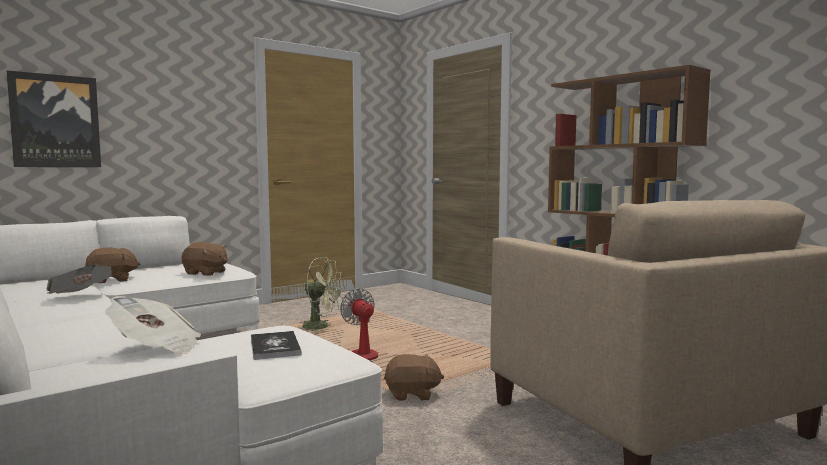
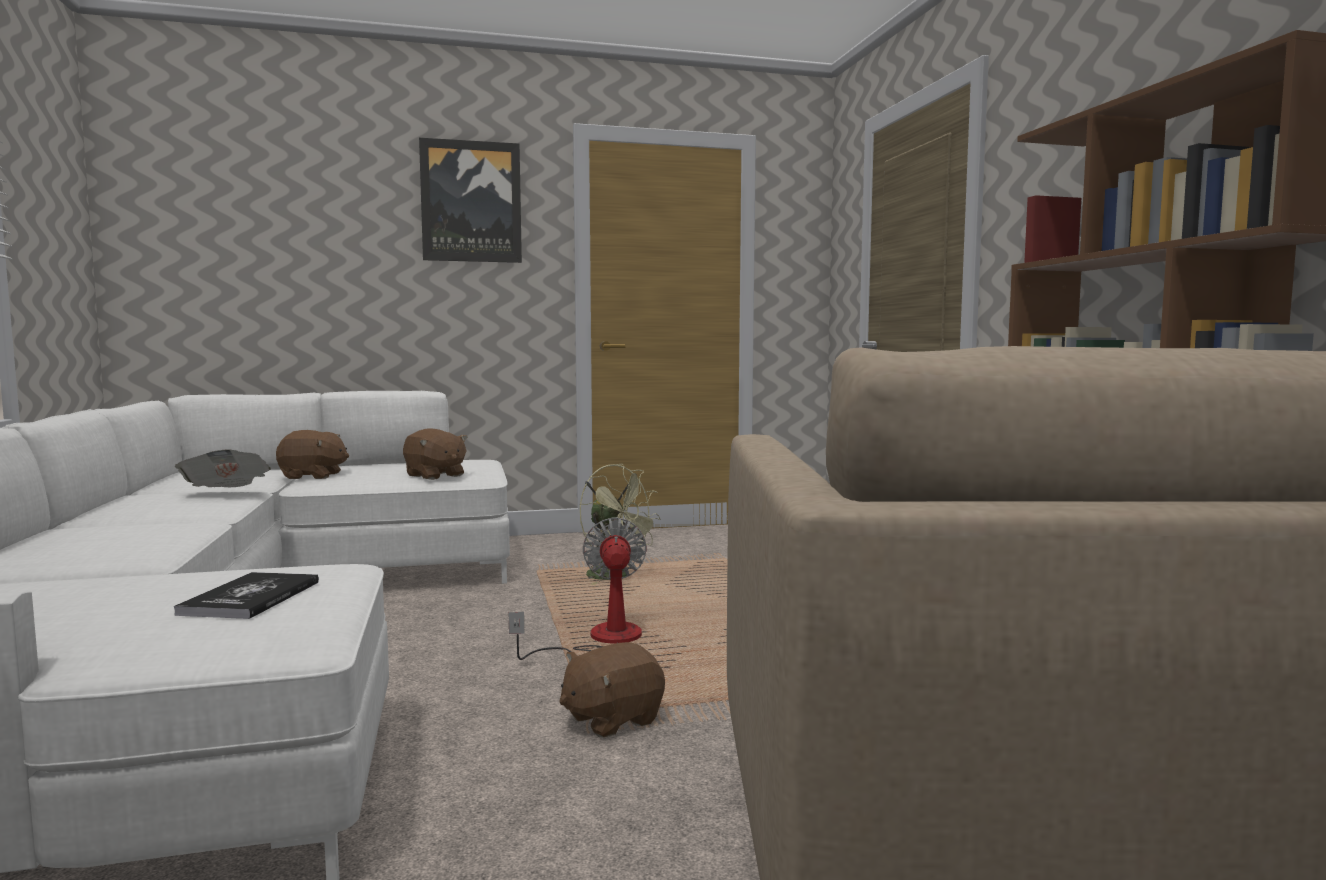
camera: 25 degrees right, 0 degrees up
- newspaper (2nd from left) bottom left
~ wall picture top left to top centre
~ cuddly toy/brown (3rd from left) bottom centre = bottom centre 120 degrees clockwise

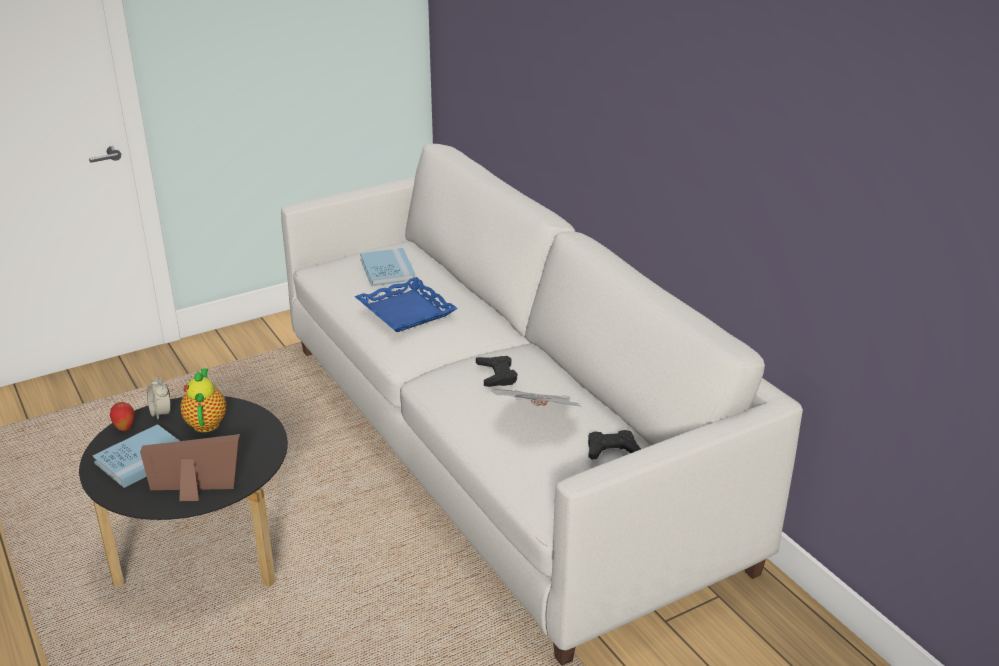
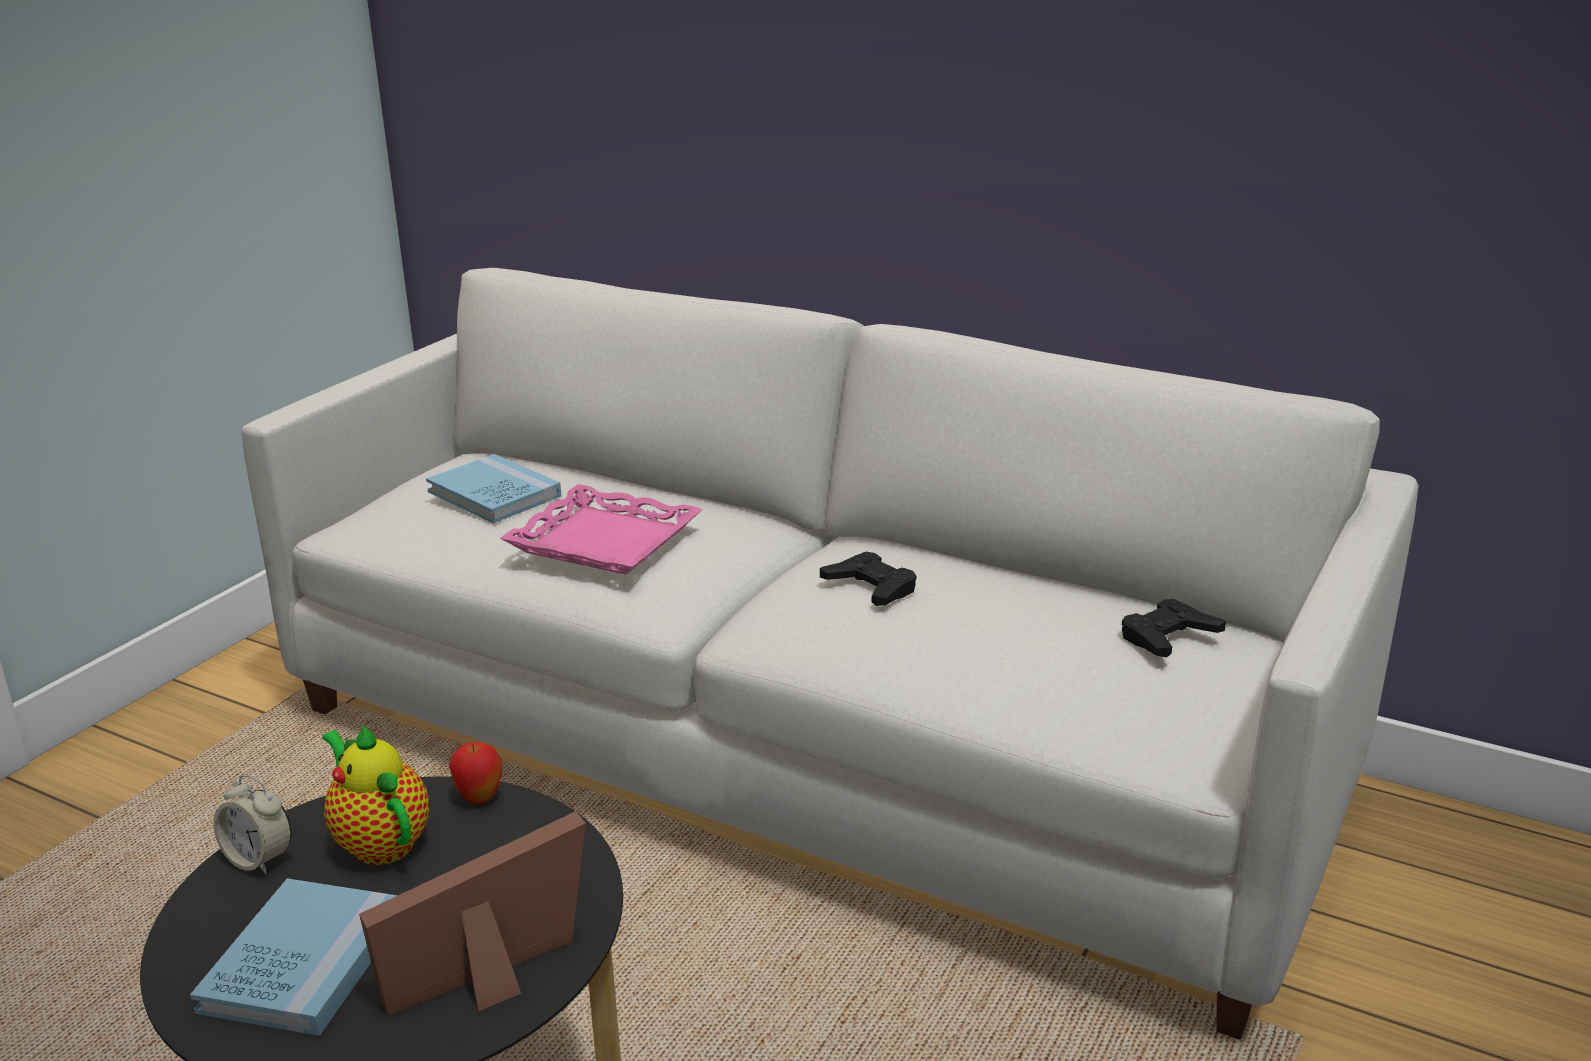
camera: 30 degrees left, 5 degrees down
- newspaper centre
~ apple fruit middle left to bottom left
~ serving tray/blue-coloured centre to serving tray/pink centre

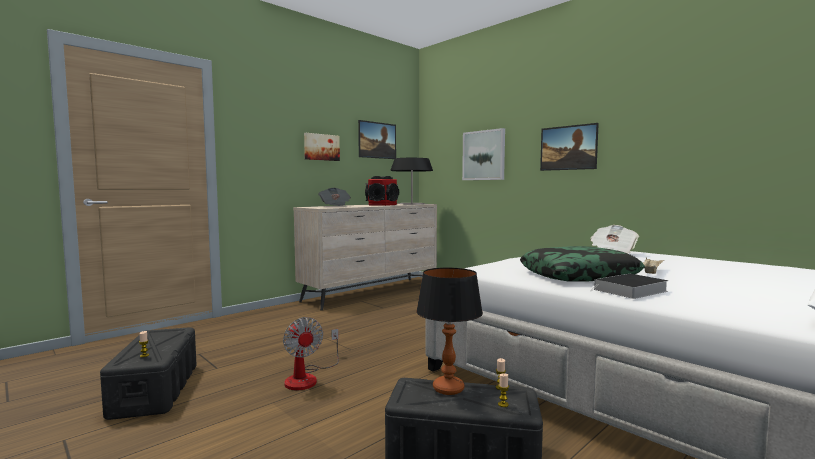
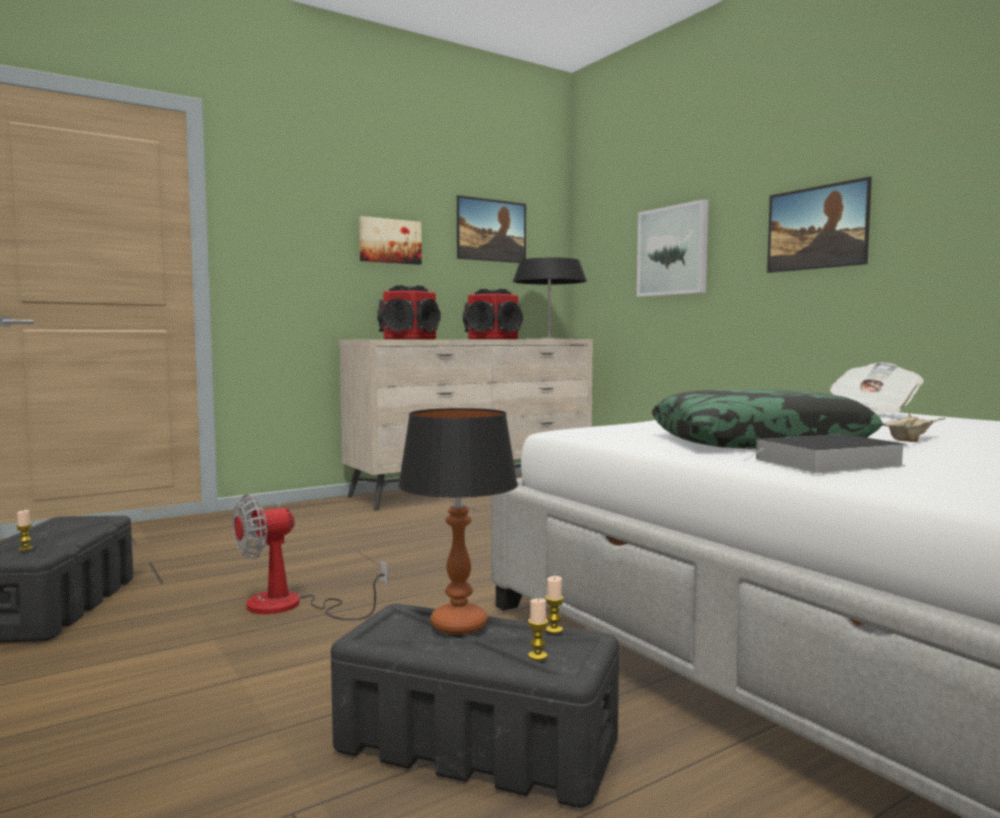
camera: 10 degrees right, 0 degrees up
~ newspaper (1st from left) centre to speaker (1st from left) centre
~ electric fan bottom centre = bottom left 75 degrees clockwise

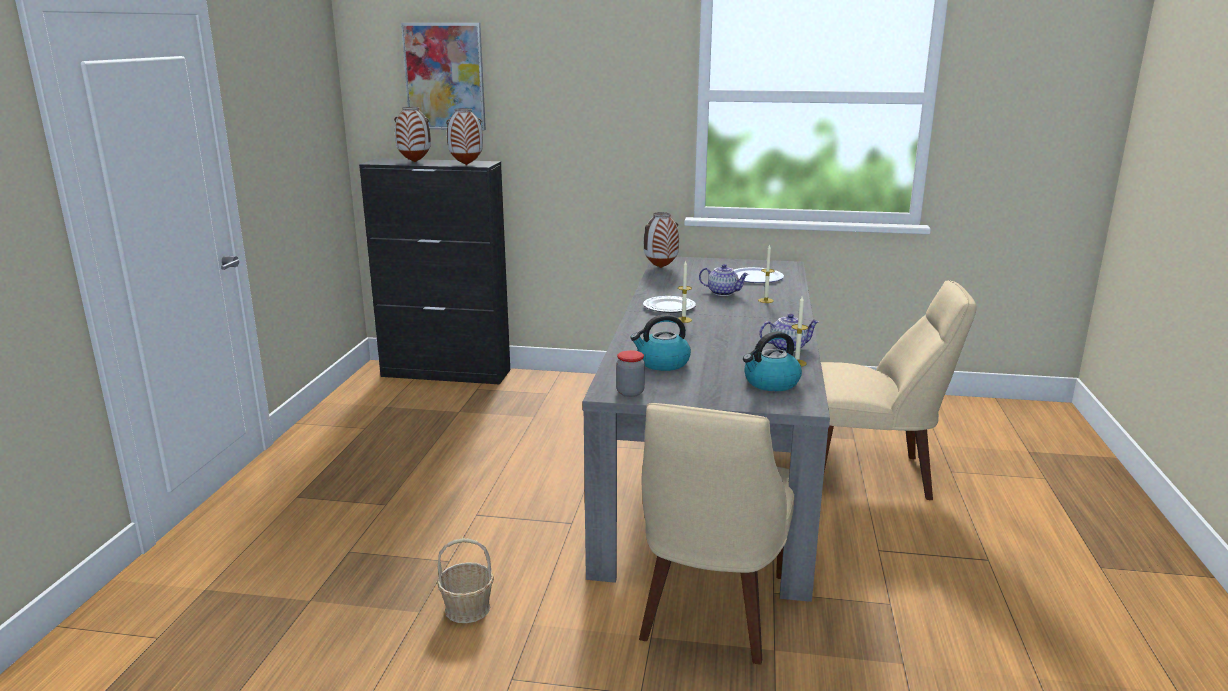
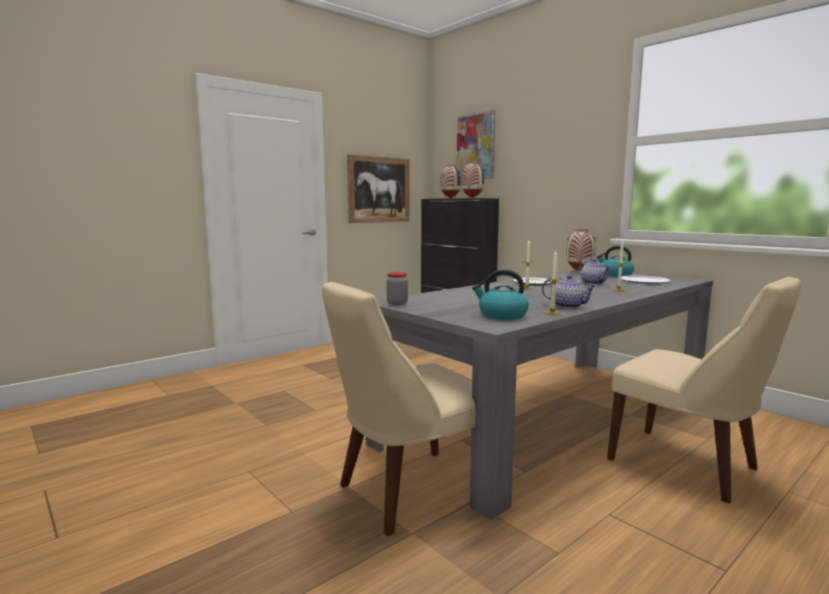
camera: 40 degrees right, 10 degrees down
- storage basket bottom centre
+ wall picture (1st from left) top centre
~ water kettle (1st from left in the first image) centre to water kettle (2nd from left) middle right

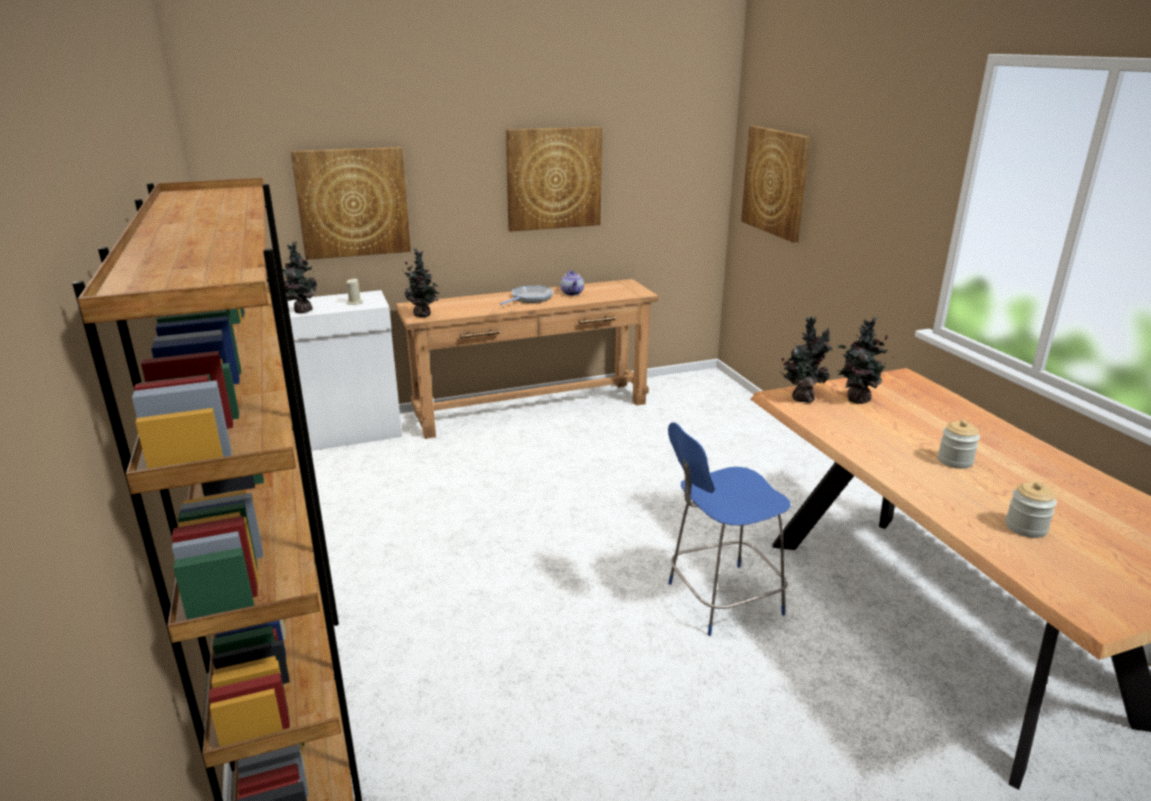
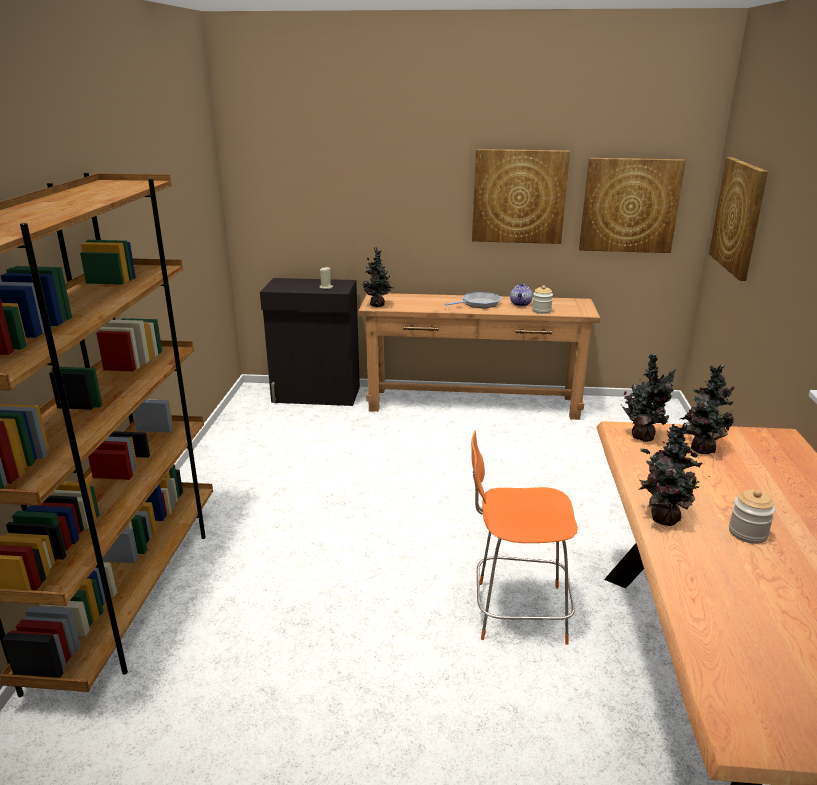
camera: 25 degrees right, 0 degrees up
~ plant in a pot (1st from left in the first image) middle left to plant in a pot (3rd from left) middle right
~ wall picture (1st from left in the first image) top left to wall picture (2nd from left) top right
~ storage jar (2nd from left in the first image) middle right to storage jar (1st from left) centre
~ cabinet/white middle left to cabinet/blackish centre
~ chair/blue-coloured centre to chair/orange bottom centre

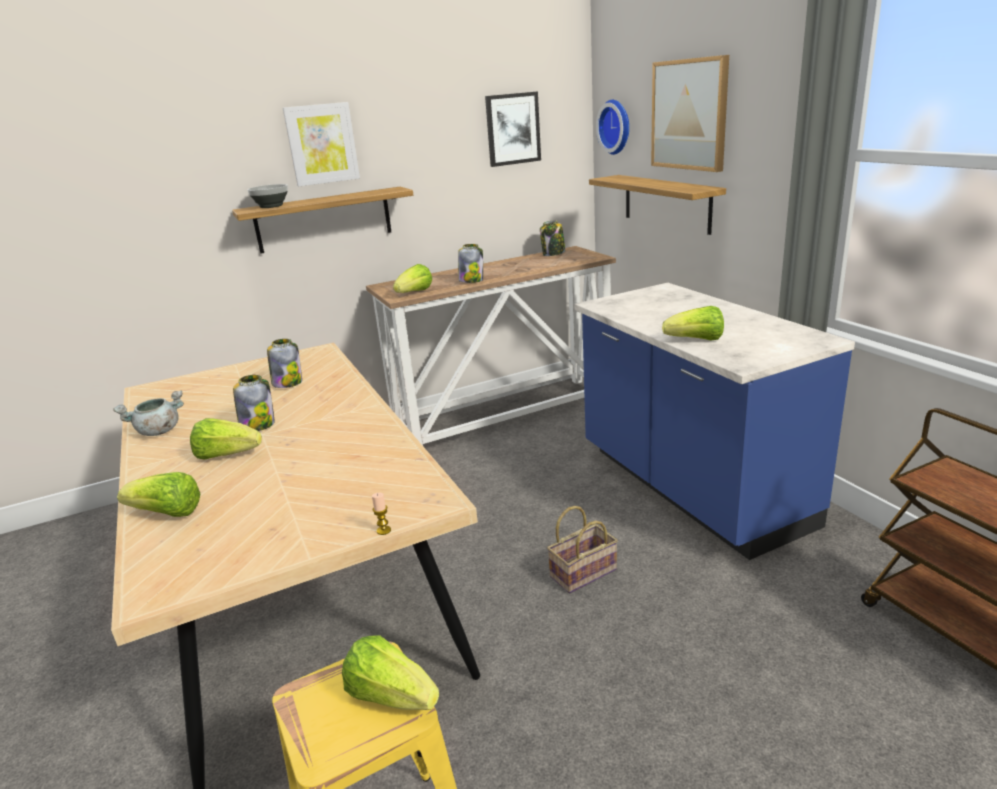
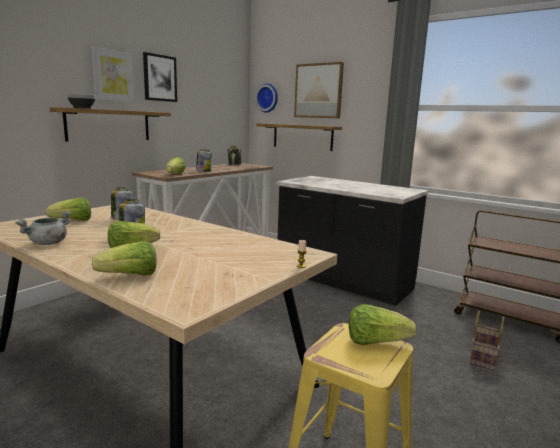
camera: 30 degrees left, 10 degrees down
~ wall picture (2nd from left) top centre to top left
~ storage basket bottom centre to bottom right
~ lettuce (5th from left in the first image) middle right to lettuce (1st from left) middle left
~ kitchen base unit/blue-coloured middle right to kitchen base unit/blackish centre

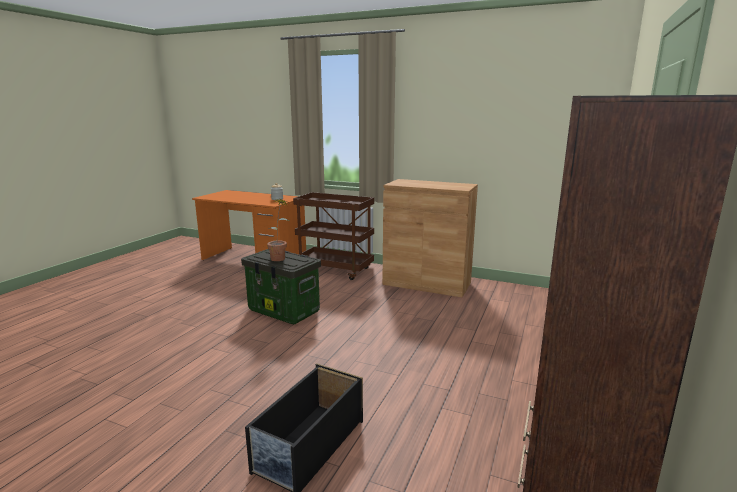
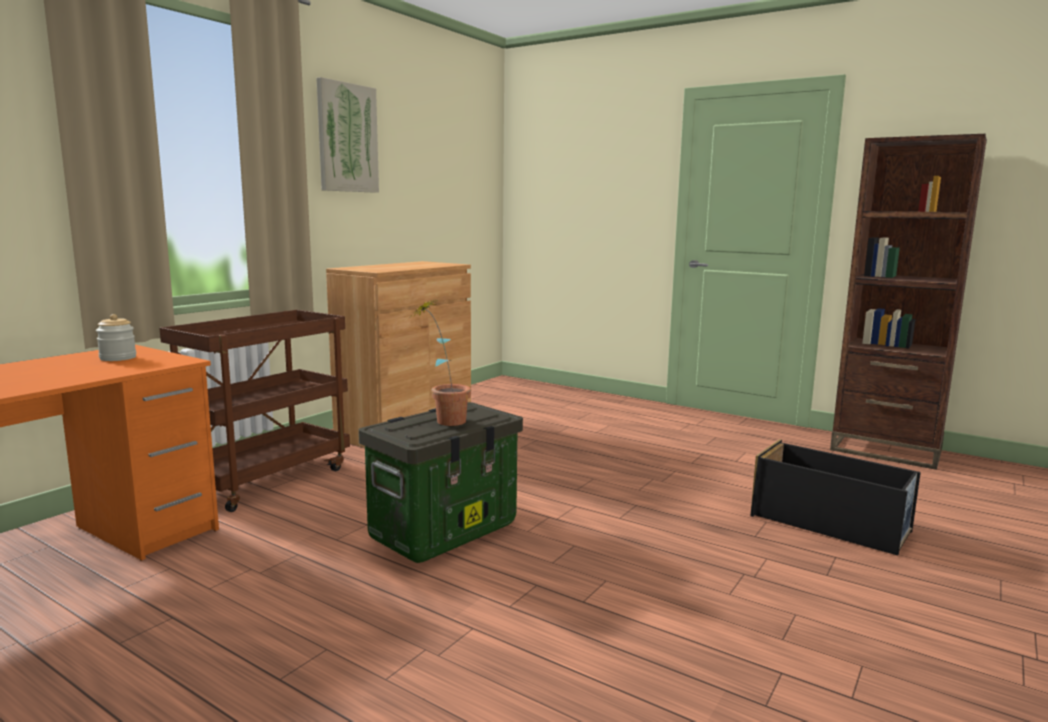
camera: 80 degrees left, 5 degrees down
+ wall picture top left

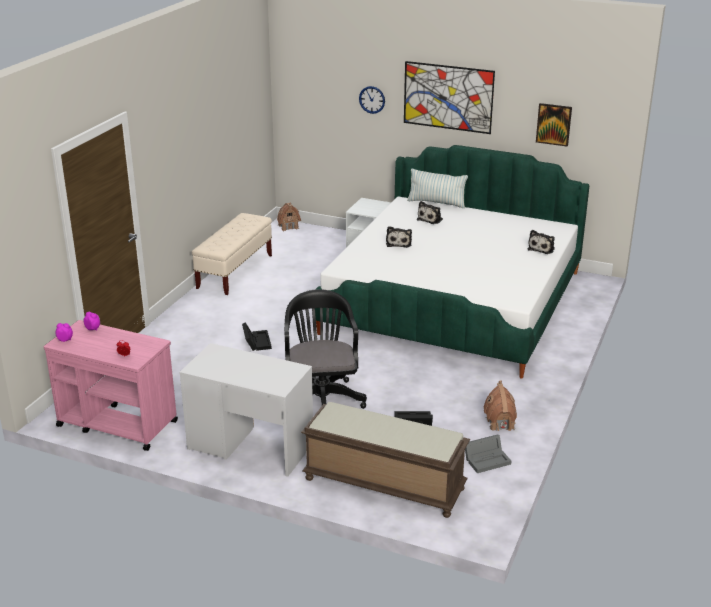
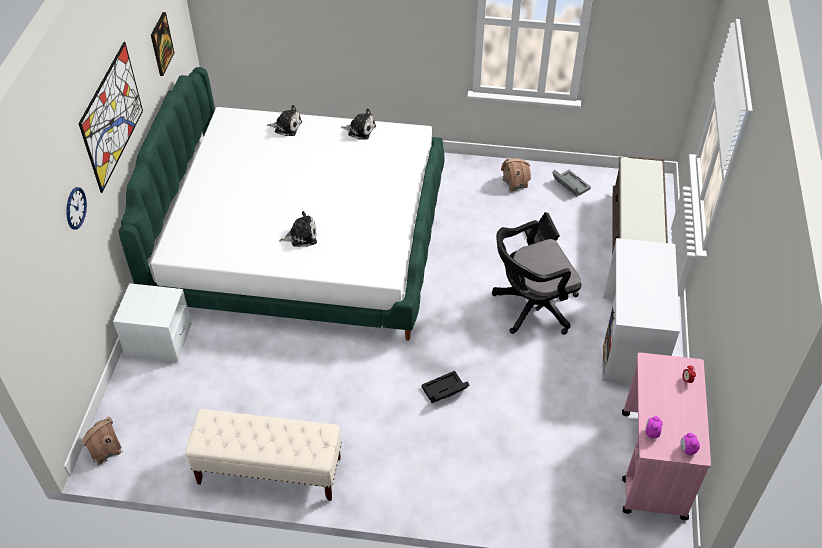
camera: 105 degrees left, 20 degrees up
- cushion top centre
~ cuddly toy (2nd from left in the first image) centre to cuddly toy (3rd from left) top centre

